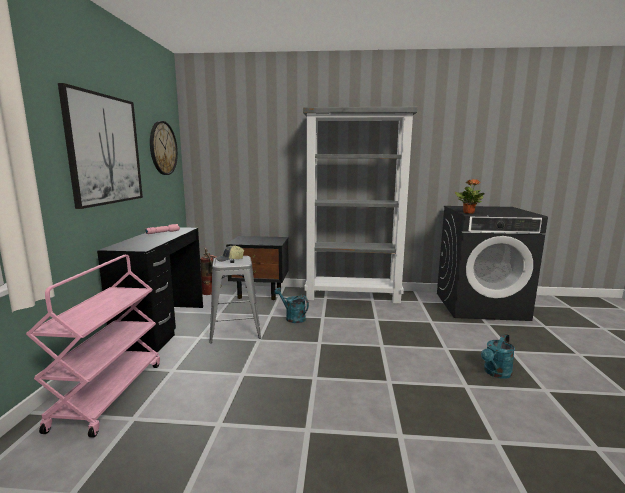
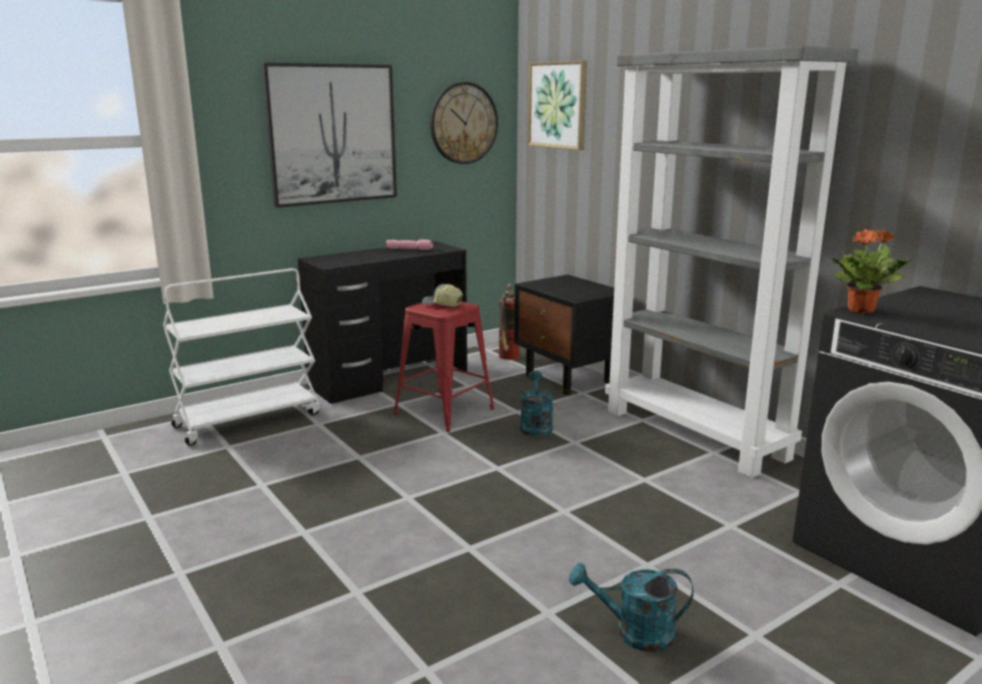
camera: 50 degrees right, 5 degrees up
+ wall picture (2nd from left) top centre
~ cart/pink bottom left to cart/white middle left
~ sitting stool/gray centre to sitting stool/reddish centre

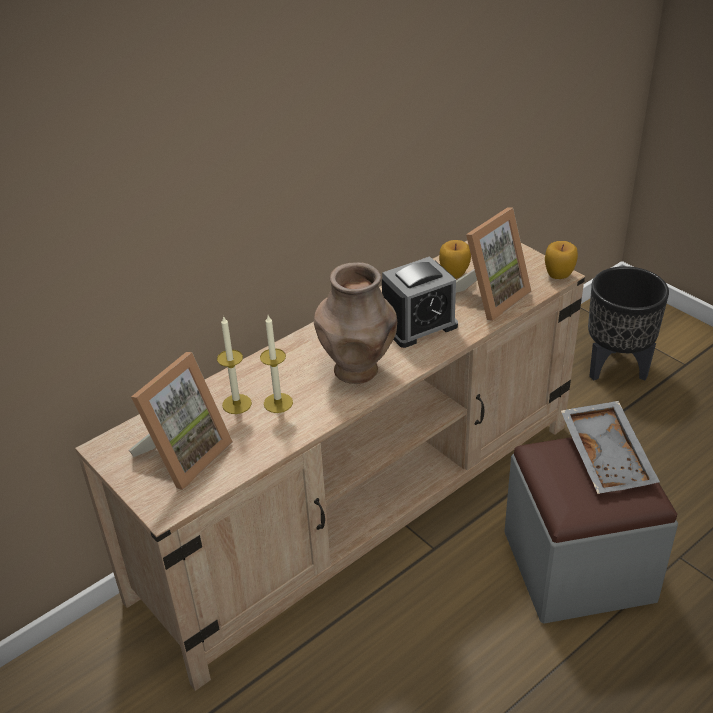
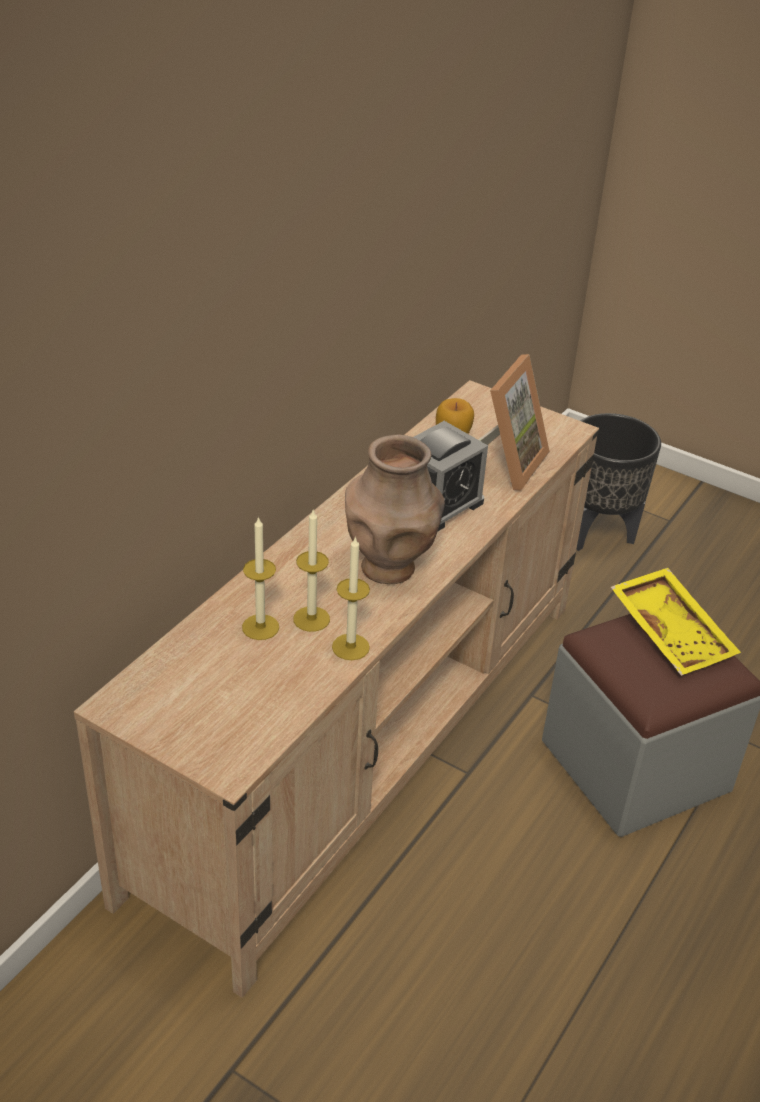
camera: 20 degrees left, 0 degrees up
- photo frame (1st from left) middle left
- apple fruit (2nd from left) middle right
+ wax light (3rd from left) centre
~ serving tray/gray middle right to serving tray/yellowish middle right

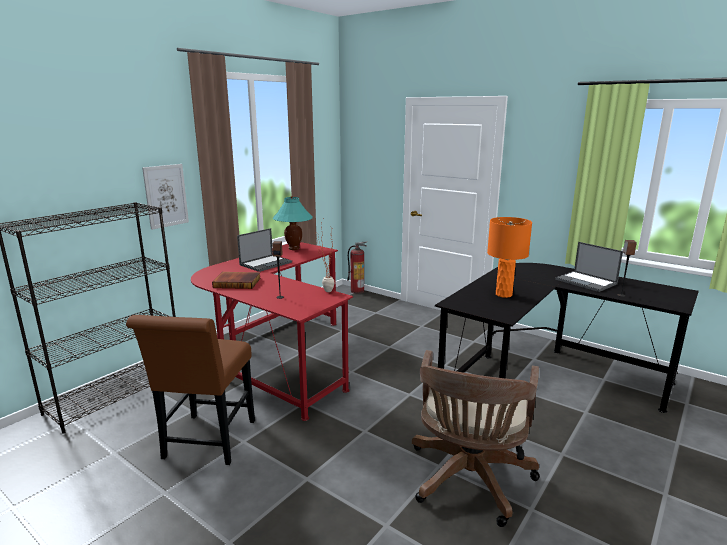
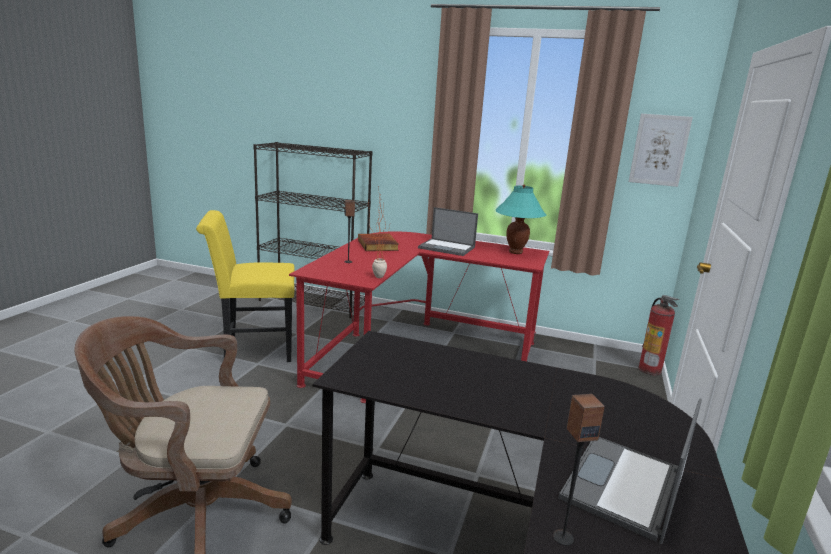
camera: 70 degrees right, 0 degrees up
- table lamp/orange middle right
~ wall picture middle left to top right
~ chair/brown bottom left to chair/yellowish middle left

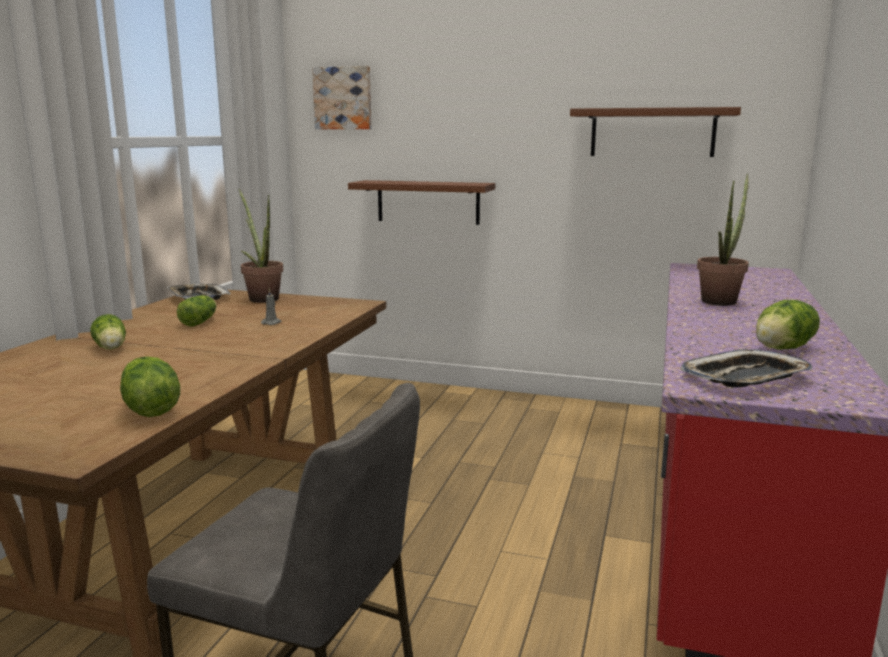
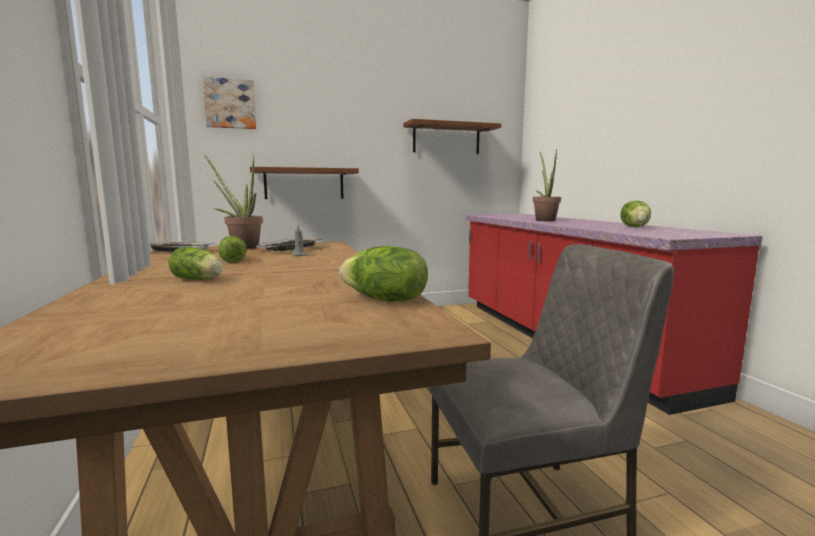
camera: 35 degrees left, 5 degrees down
~ serving tray (2nd from left) middle right to centre

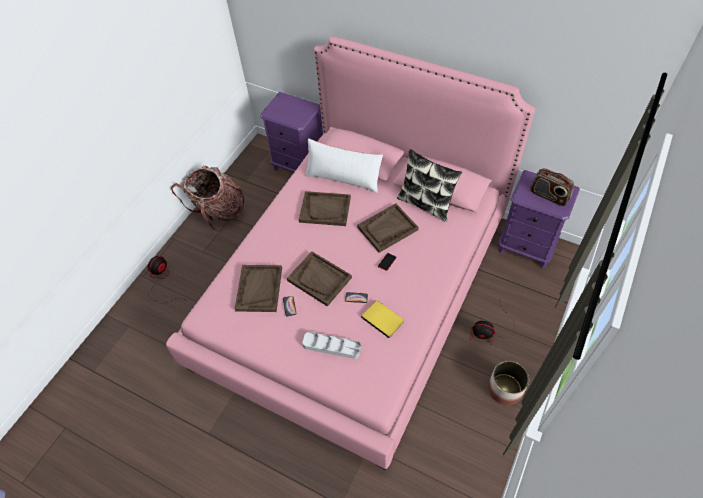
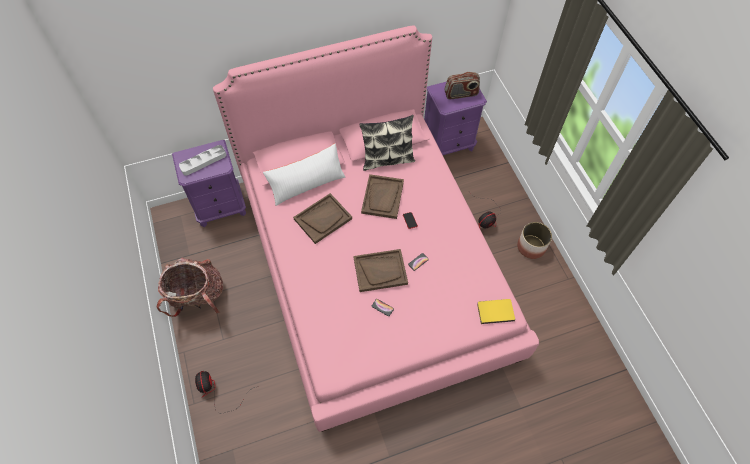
camera: 50 degrees left, 5 degrees up
- serving tray/brown (1st from left) centre
~ serving tray/gray bottom centre to middle left
~ bound book/yellowish centre to bottom centre

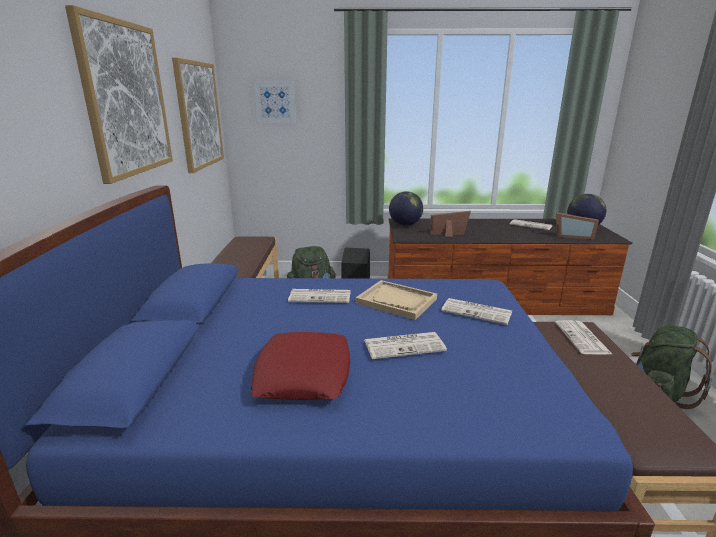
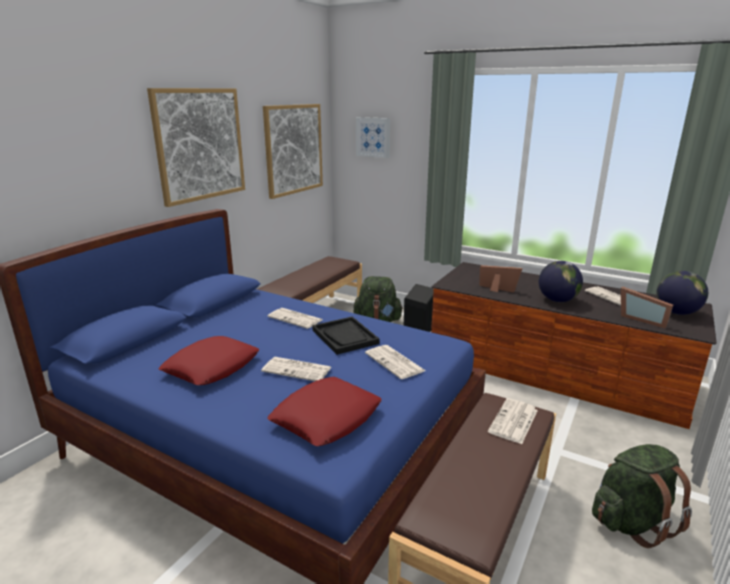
camera: 30 degrees right, 0 degrees up
+ cushion/reddish (2nd from left) bottom centre
~ world globe (1st from left) centre to middle right
~ serving tray/beige centre to serving tray/blackish centre

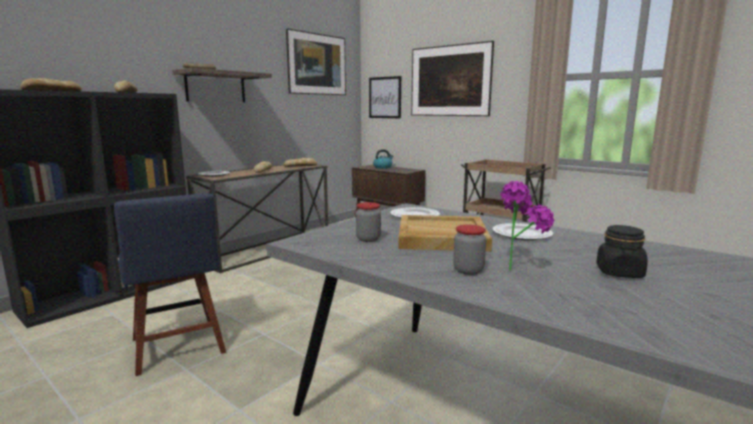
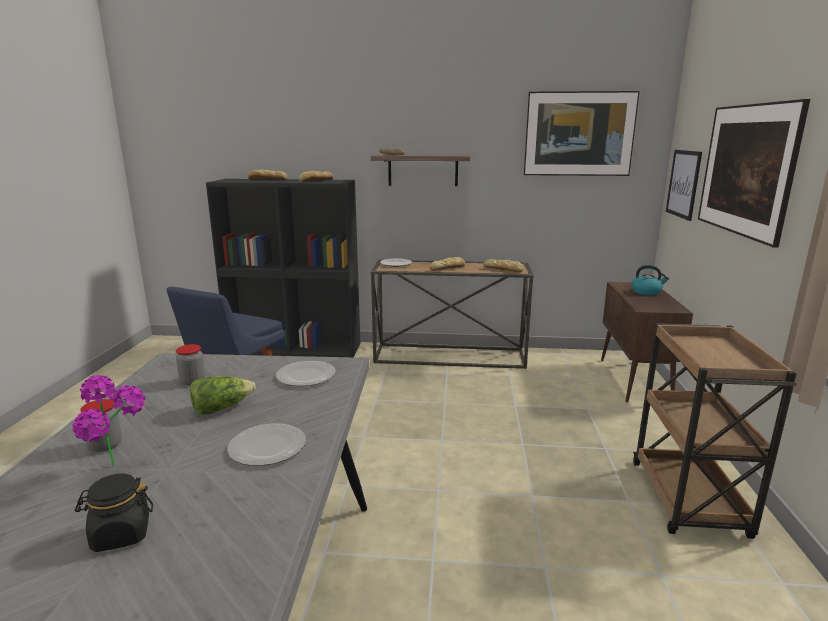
camera: 55 degrees right, 5 degrees up
~ serving tray/beige centre to lettuce middle left

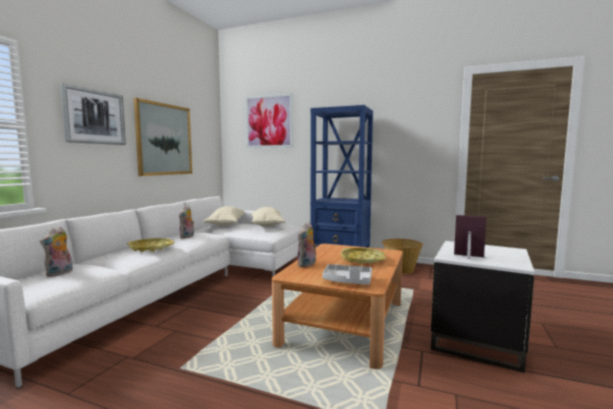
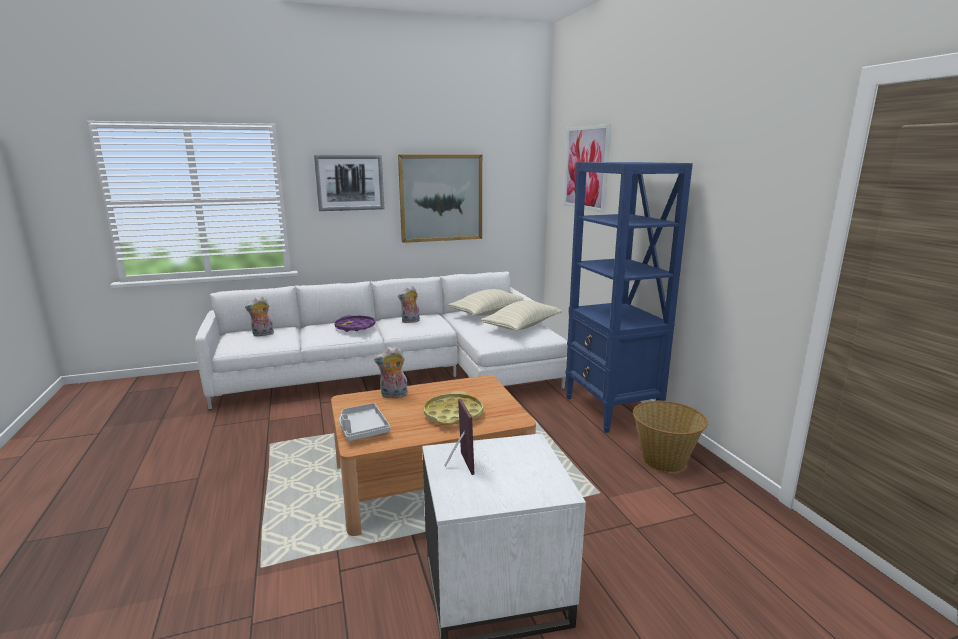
camera: 50 degrees right, 10 degrees up
~ serving tray/yellowish (1st from left) middle left to serving tray/purple centre

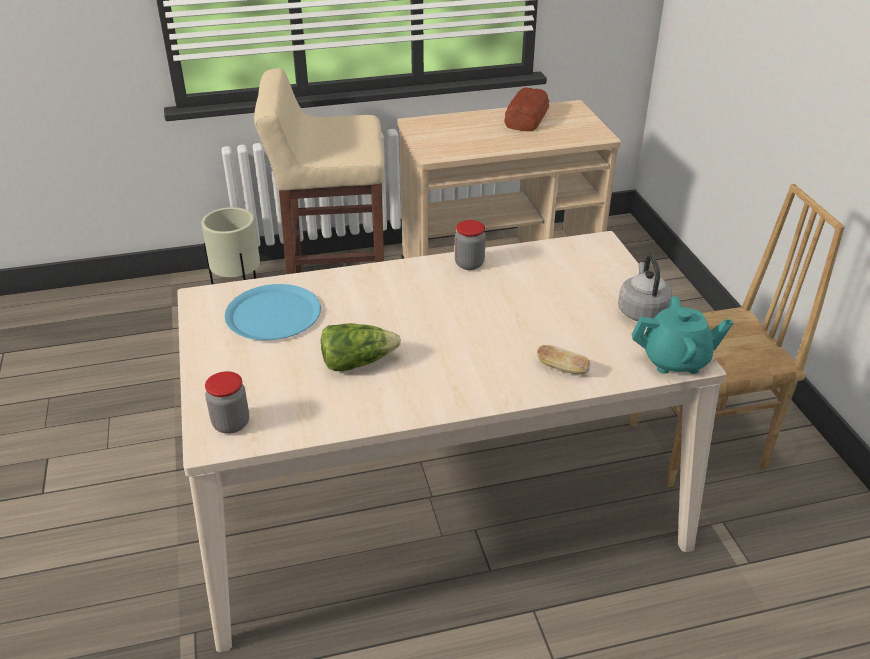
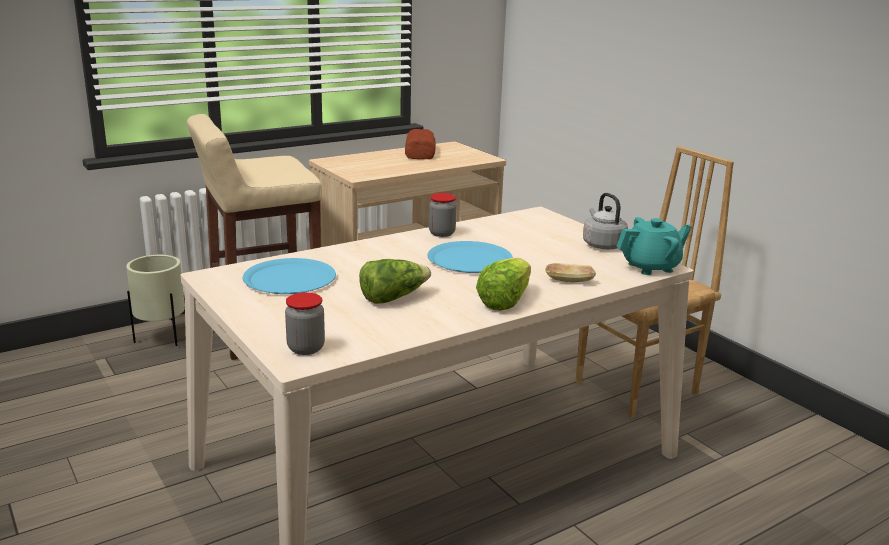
camera: 20 degrees left, 15 degrees down
+ dinner plate/blue-coloured (2nd from left) centre
+ lettuce (2nd from left) centre

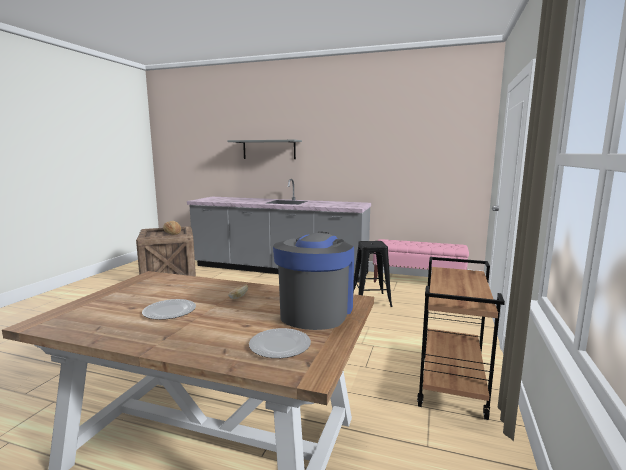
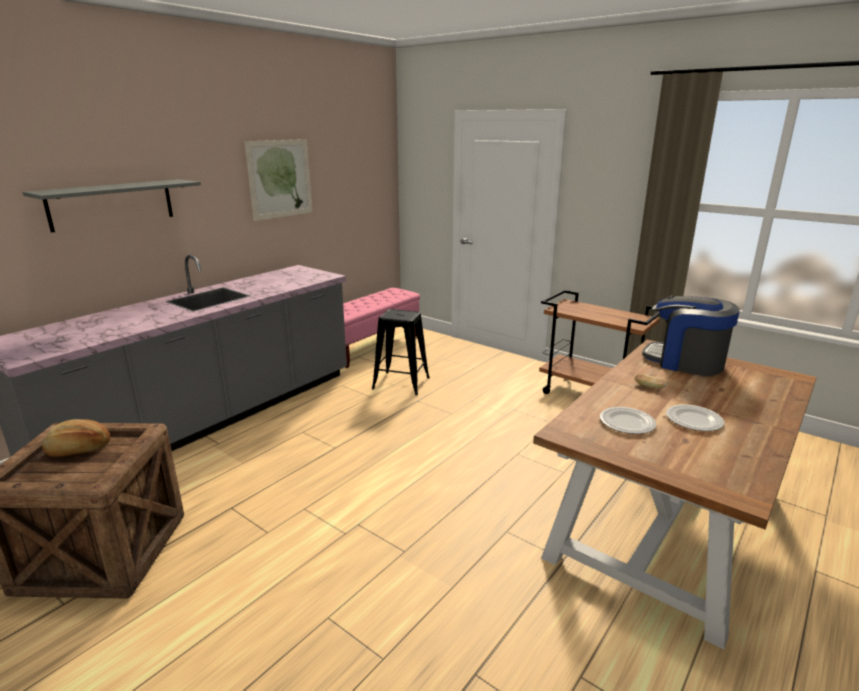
camera: 70 degrees left, 10 degrees up
+ wall picture top left
~ dinner plate (2nd from left in the first image) bottom centre to dinner plate (1st from left) middle right

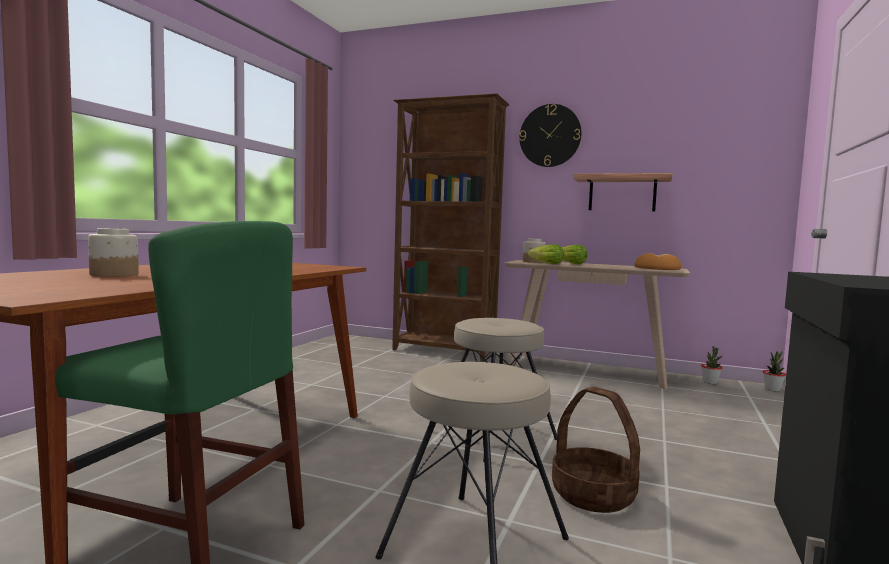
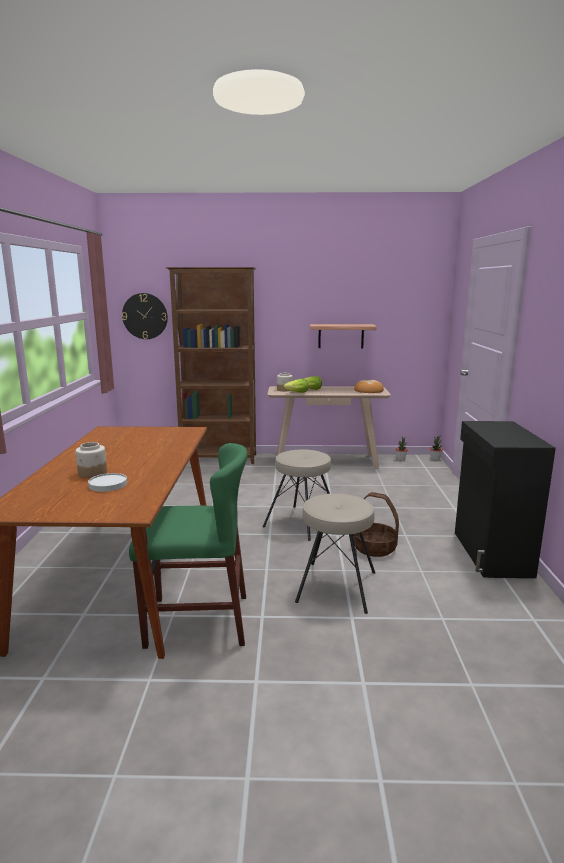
camera: 20 degrees left, 10 degrees up
+ dinner plate/white middle left
~ wall clock top centre to middle left

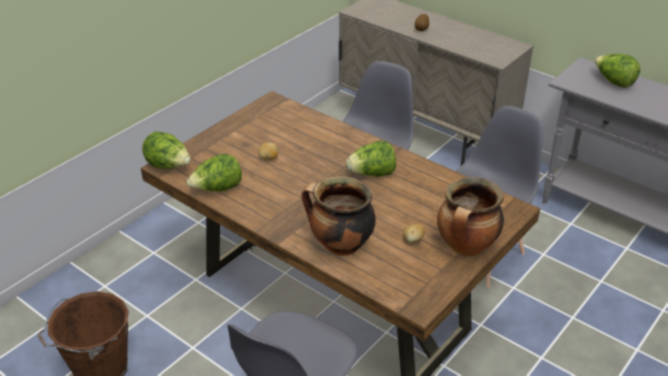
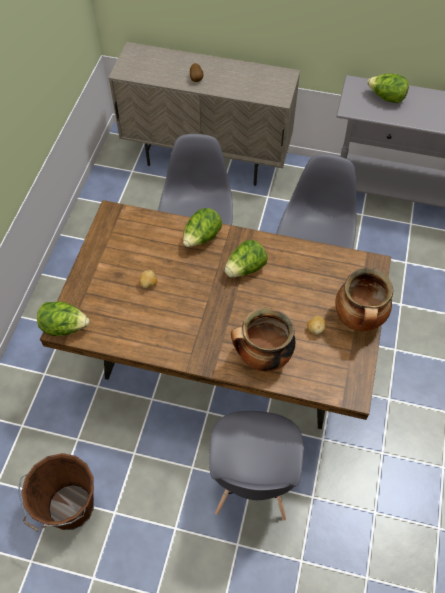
camera: 25 degrees left, 20 degrees up
~ lettuce (2nd from left) middle left to centre

